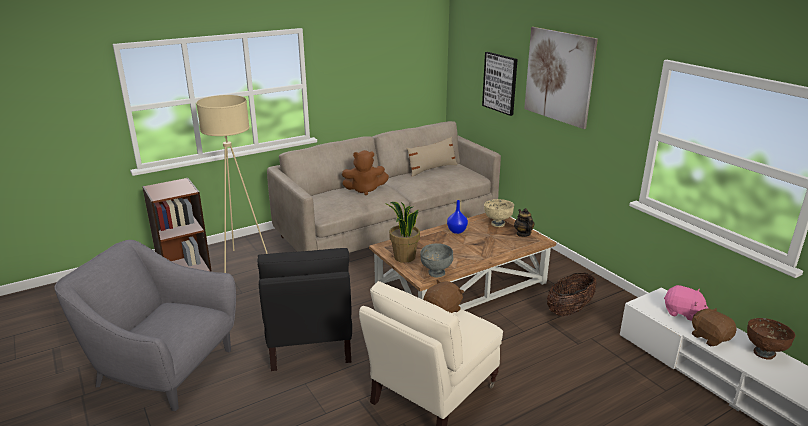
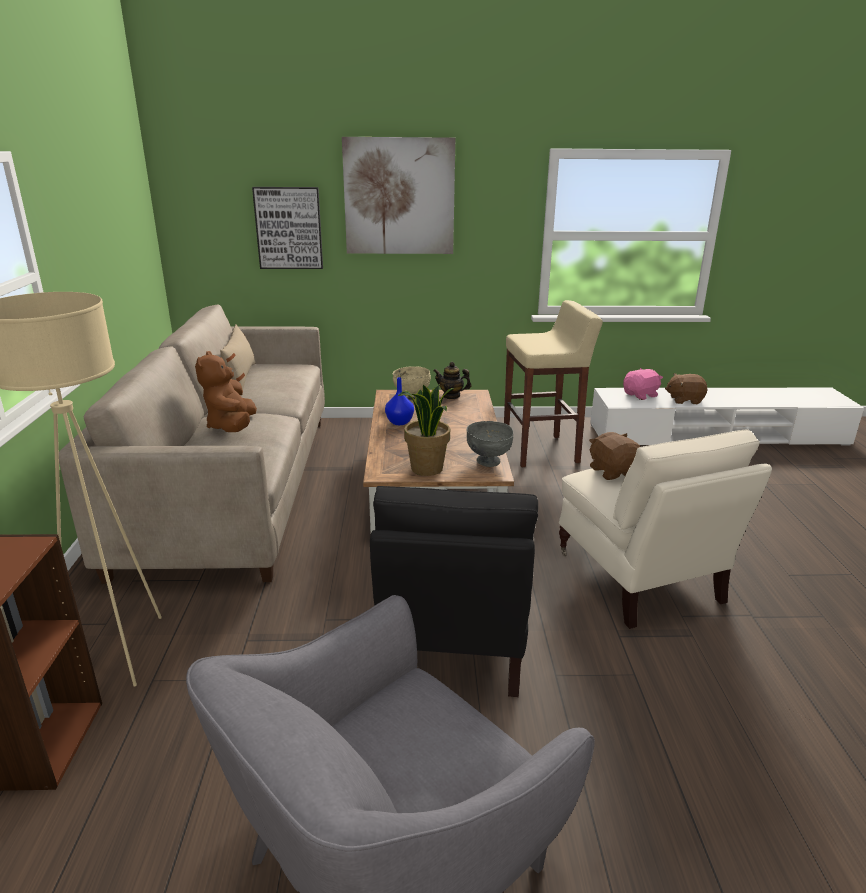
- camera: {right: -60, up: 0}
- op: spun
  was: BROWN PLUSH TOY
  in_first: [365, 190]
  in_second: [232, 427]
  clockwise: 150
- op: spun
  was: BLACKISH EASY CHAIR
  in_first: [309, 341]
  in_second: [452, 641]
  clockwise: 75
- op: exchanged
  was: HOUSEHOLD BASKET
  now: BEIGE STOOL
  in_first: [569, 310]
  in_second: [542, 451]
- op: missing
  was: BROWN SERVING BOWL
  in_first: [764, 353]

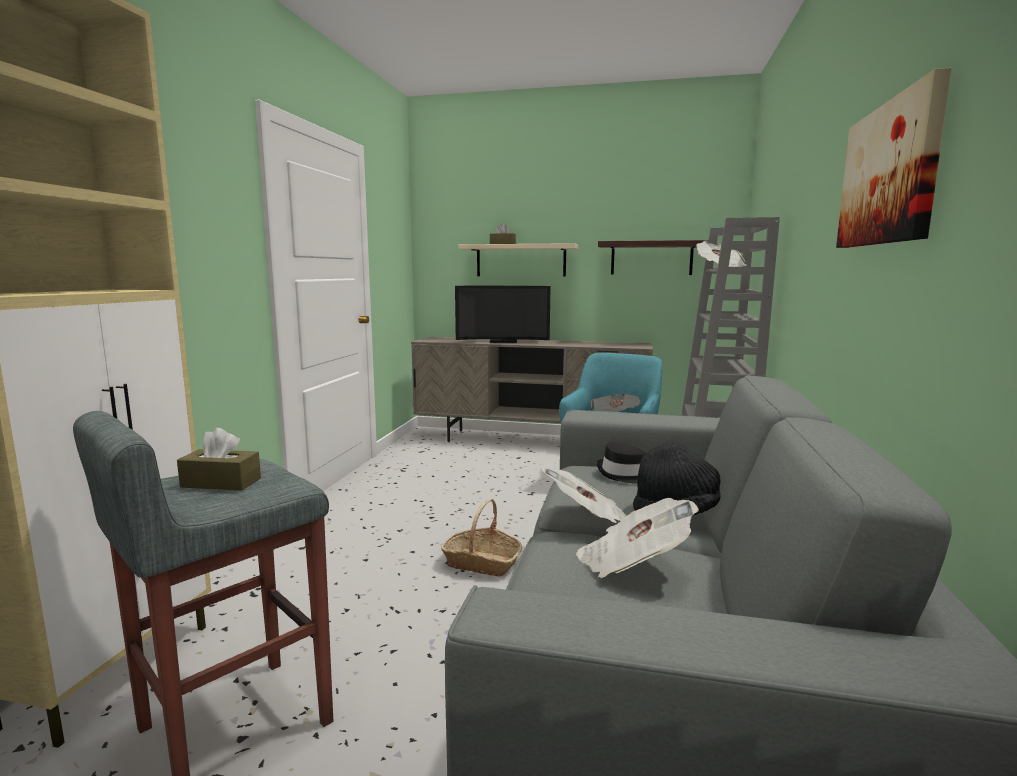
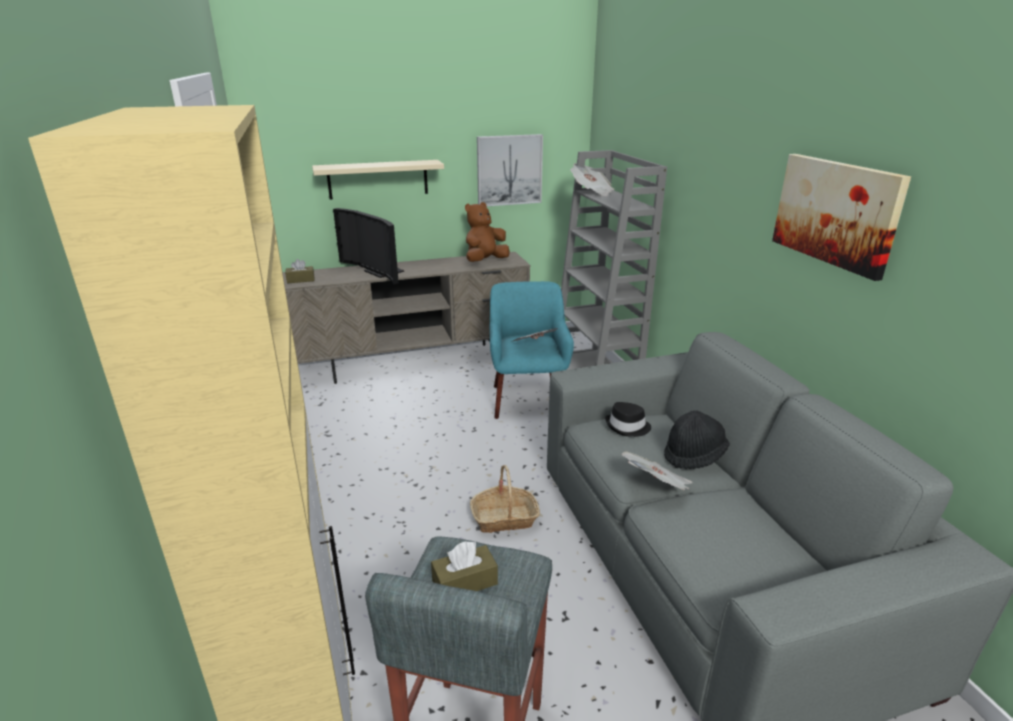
- camera: {right: -30, up: 15}
- op: relocated
  was: BROWN TISSUE HOLDER
  in_first: [502, 244]
  in_second: [300, 280]
- op: exchanged
  was: WALL SHELF
  now: WALL PICTURE
  in_first: [651, 258]
  in_second: [509, 170]
- op: spun
  was: TV
  in_first: [502, 341]
  in_second: [379, 272]
  clockwise: 75
- op: missing
  was: DAILY PAPER
  in_first: [632, 564]
- op: appeared
  now: BROWN PLUSH TOY
  in_second: [485, 261]

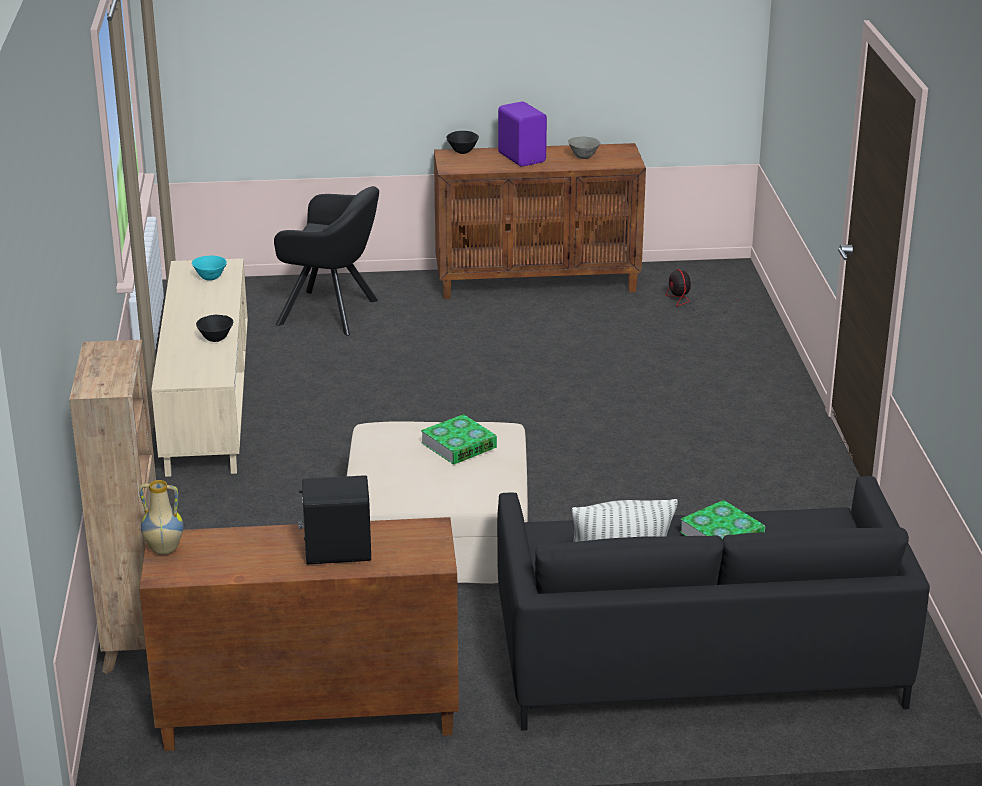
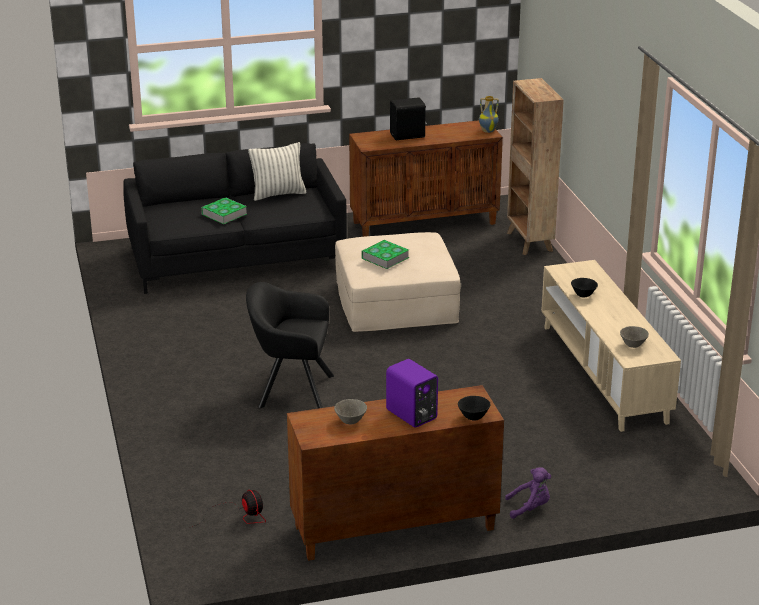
- camera: {right: 170, up: 0}
- op: relocated
  was: BLACKISH EASY CHAIR
  in_first: [333, 313]
  in_second: [291, 390]
- op: colour
  was: BLUE-GREEN SERVING BOWL
  now: GRAY SERVING BOWL
  in_first: [210, 278]
  in_second: [633, 345]
- op: appeared
  now: PURPLE-COLOURED PLUSH TOY
  in_second: [530, 508]

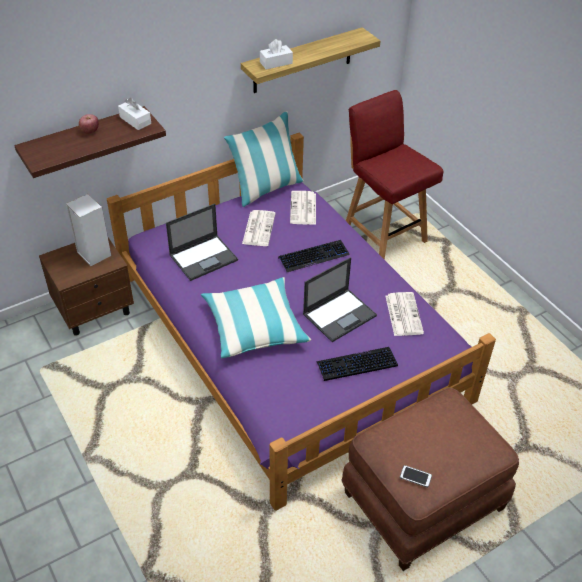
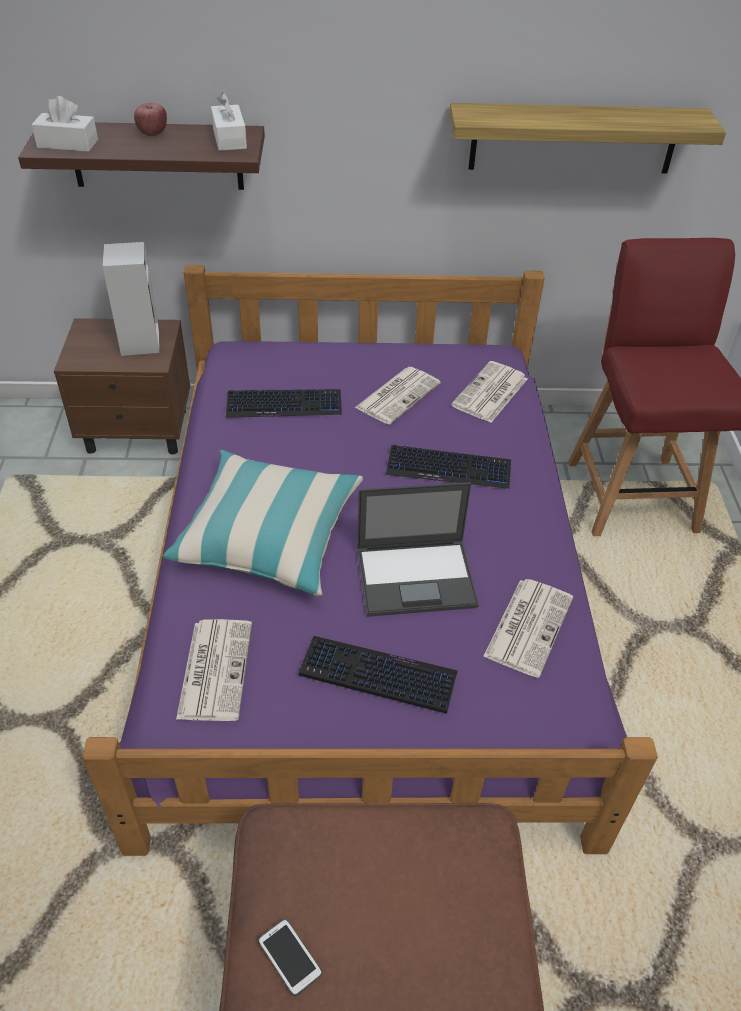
- camera: {right: 30, up: 0}
- op: relocated
  was: WHITE TISSUE HOLDER
  in_first: [276, 63]
  in_second: [67, 144]
- op: missing
  was: THROW PILLOW
  in_first: [266, 189]
- op: exchanged
  was: LAPTOP
  now: PC KEYBOARD
  in_first: [204, 257]
  in_second: [284, 405]
- op: appeared
  now: DAILY PAPER
  in_second: [215, 668]

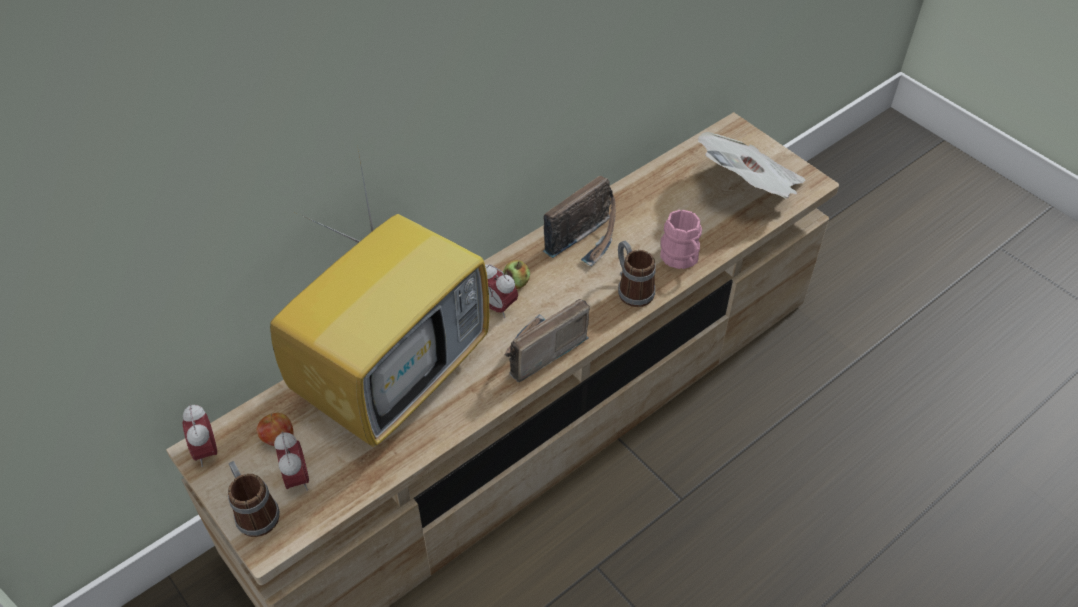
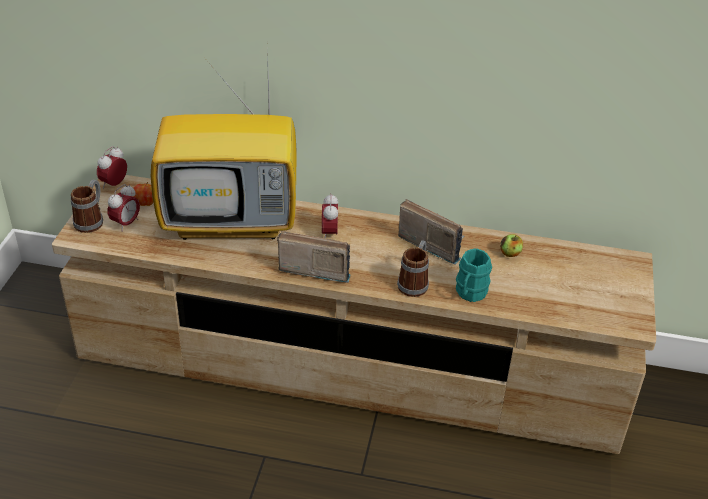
- camera: {right: 50, up: -10}
- op: missing
  was: DAILY PAPER
  in_first: [749, 187]
- op: spun
  was: RADIO SET
  in_first: [587, 240]
  in_second: [432, 243]
  clockwise: -150
- op: colour
  was: PINK MUG
  now: BLUE-GREEN MUG
  in_first: [681, 259]
  in_second: [469, 293]
- op: relocated
  was: WHOLE APPLE
  in_first: [516, 283]
  in_second: [510, 253]

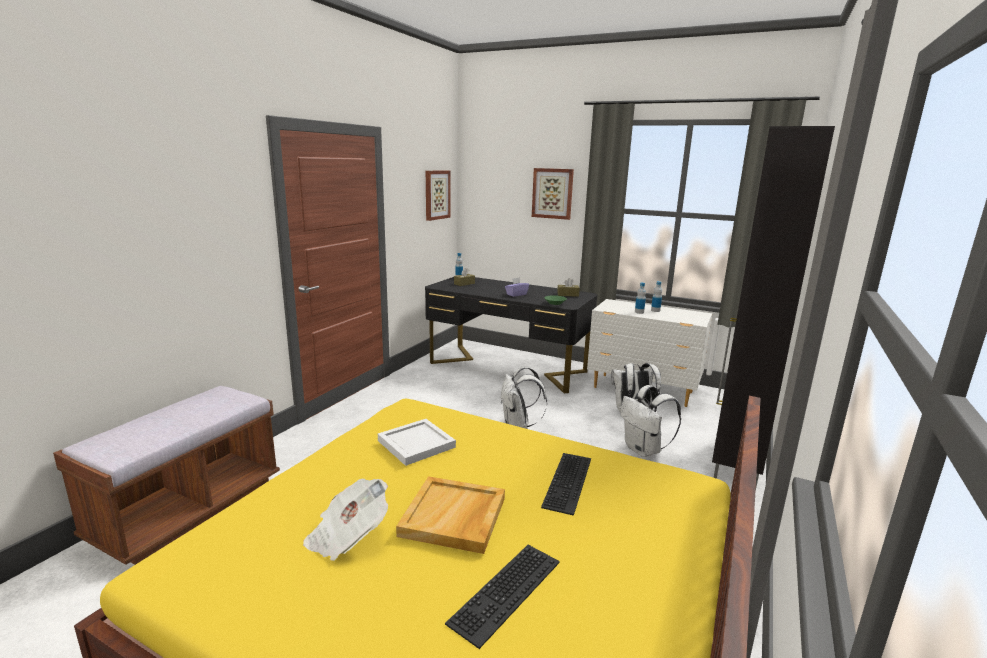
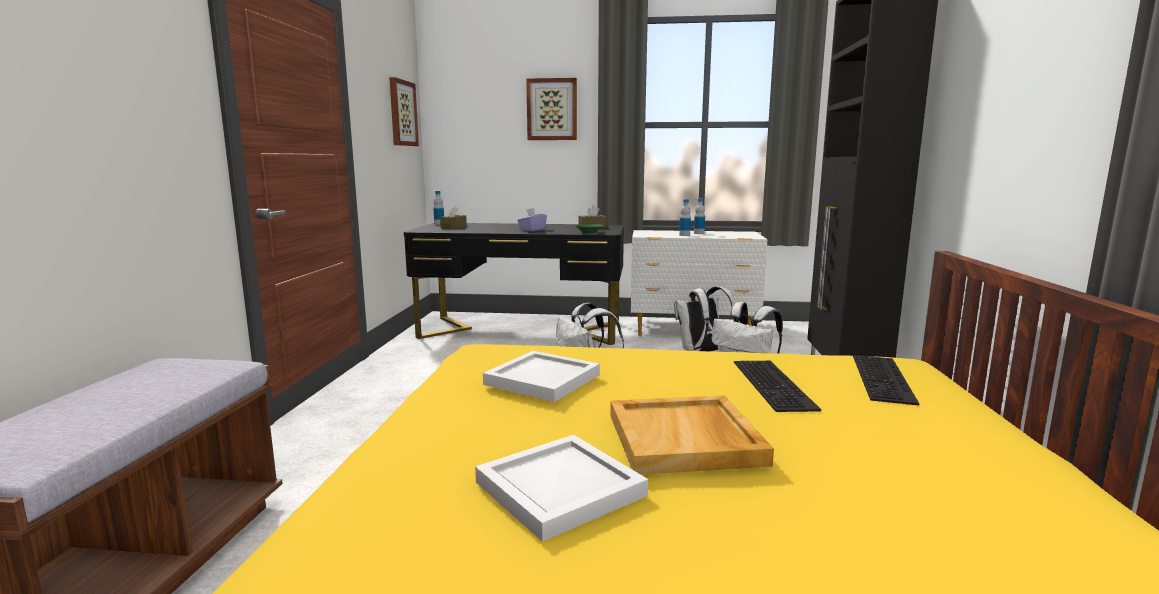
- camera: {right: -20, up: -5}
- op: exchanged
  was: DAILY PAPER
  now: WHITE SERVING TRAY
  in_first: [347, 536]
  in_second: [559, 490]
- op: relocated
  was: PC KEYBOARD
  in_first: [507, 593]
  in_second: [885, 379]

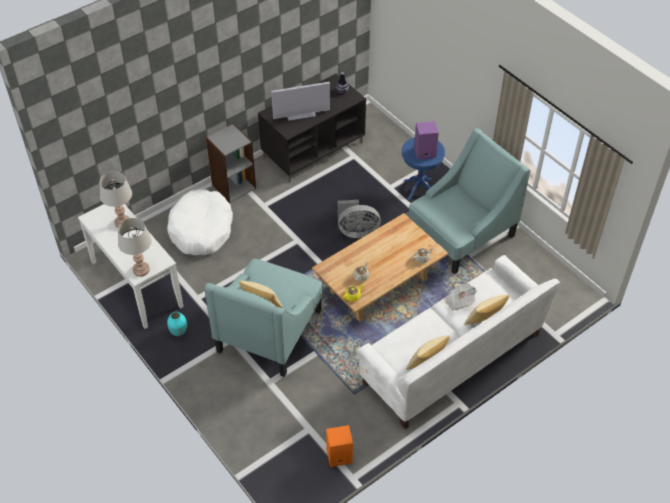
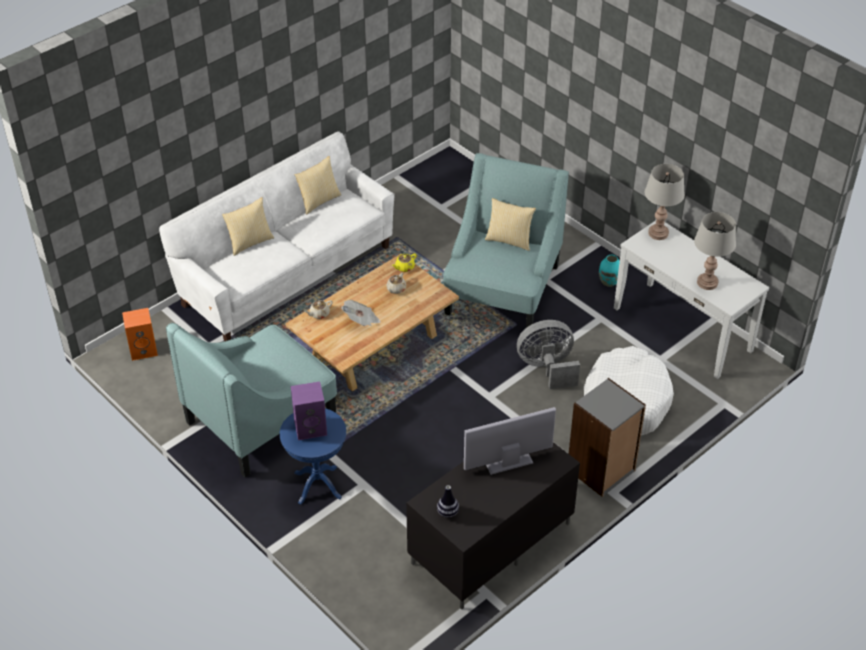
- camera: {right: 175, up: -5}
- op: relocated
  was: GRAY ELECTRIC FAN
  in_first: [356, 231]
  in_second: [547, 368]
- op: relocated
  was: DAILY PAPER
  in_first: [459, 302]
  in_second: [361, 320]
- op: relocated
  was: ORANGE-COLOURED AUDIO SPEAKER
  in_first: [338, 456]
  in_second: [144, 349]

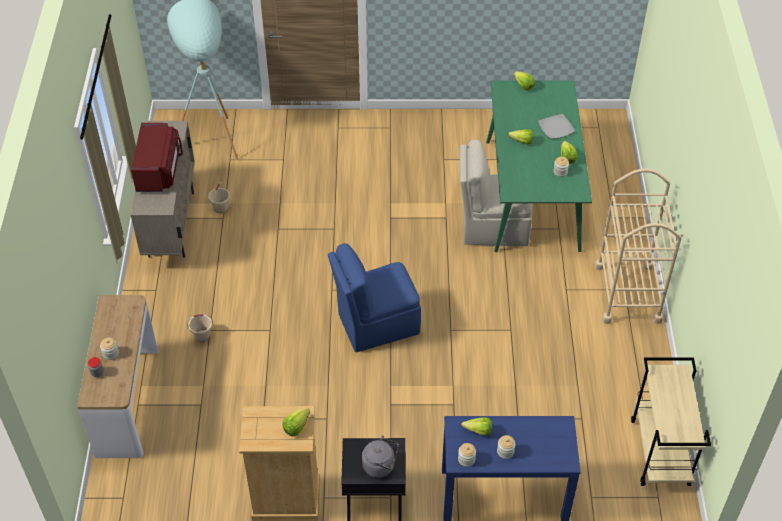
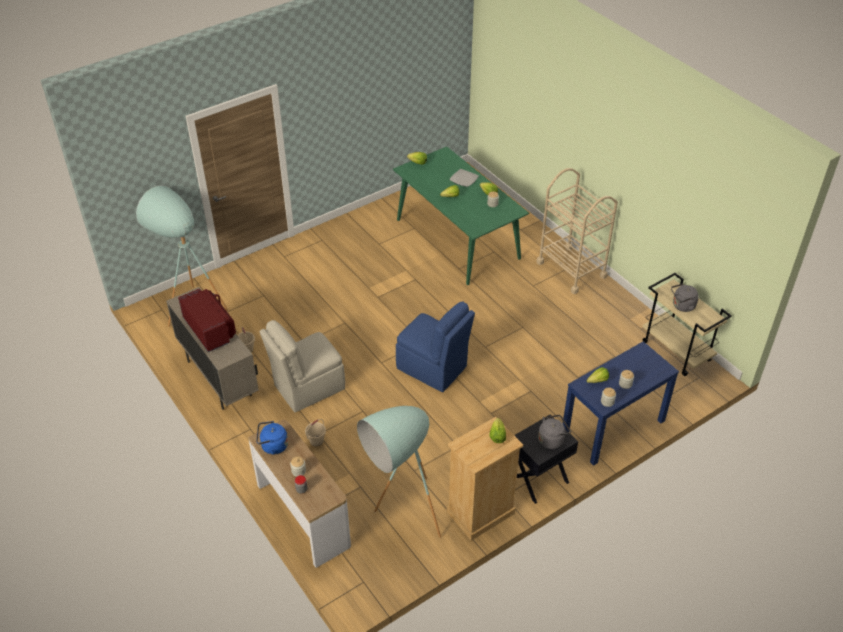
- camera: {right: -35, up: -5}
- op: relocated
  was: BEIGE UPRIGHT CHAIR
  in_first: [493, 227]
  in_second: [307, 387]
- op: spun
  was: BLUE-COLOURED UPRIGHT CHAIR
  in_first: [376, 324]
  in_second: [433, 368]
  clockwise: -90
- op: appeared
  now: GRAY WATER KETTLE
  in_second: [682, 306]
- op: appeared
  now: BLUE-GREEN FLOOR LAMP
  in_second: [401, 515]
- op: appeared
  now: BLUE-COLOURED WATER KETTLE
  in_second: [272, 446]

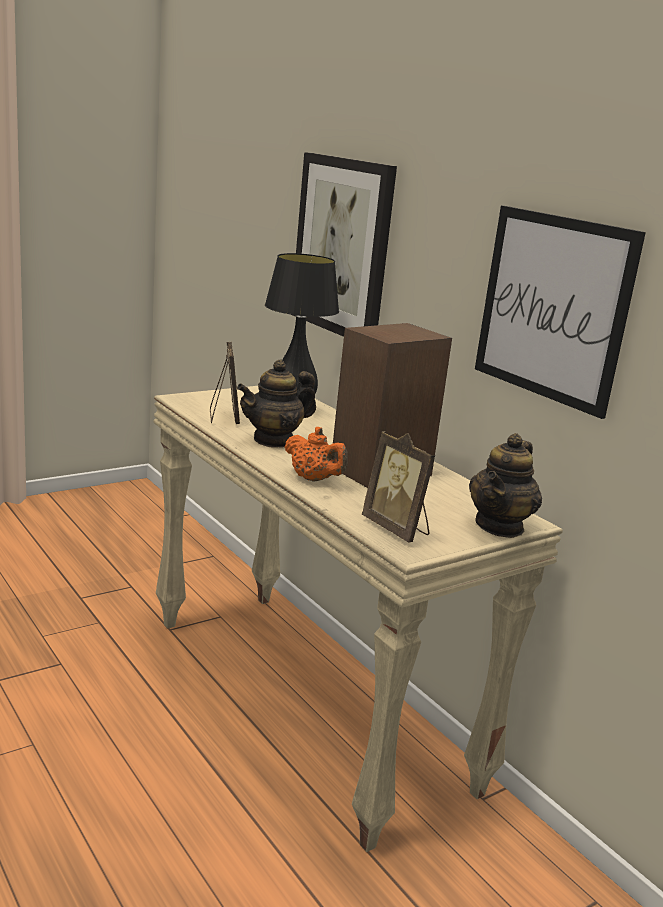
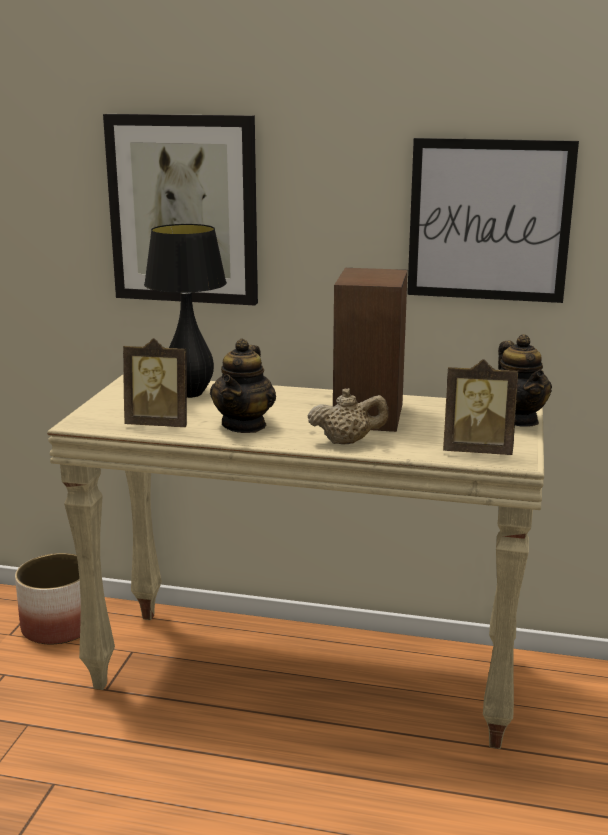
- camera: {right: -40, up: 0}
- op: spun
  was: PHOTO FRAME
  in_first: [224, 417]
  in_second: [159, 424]
  clockwise: 150
- op: colour
  was: ORANGE-COLOURED TEAPOT
  now: BEIGE TEAPOT
  in_first: [314, 479]
  in_second: [347, 442]
- op: appeared
  now: PLANT POT
  in_second: [59, 626]

